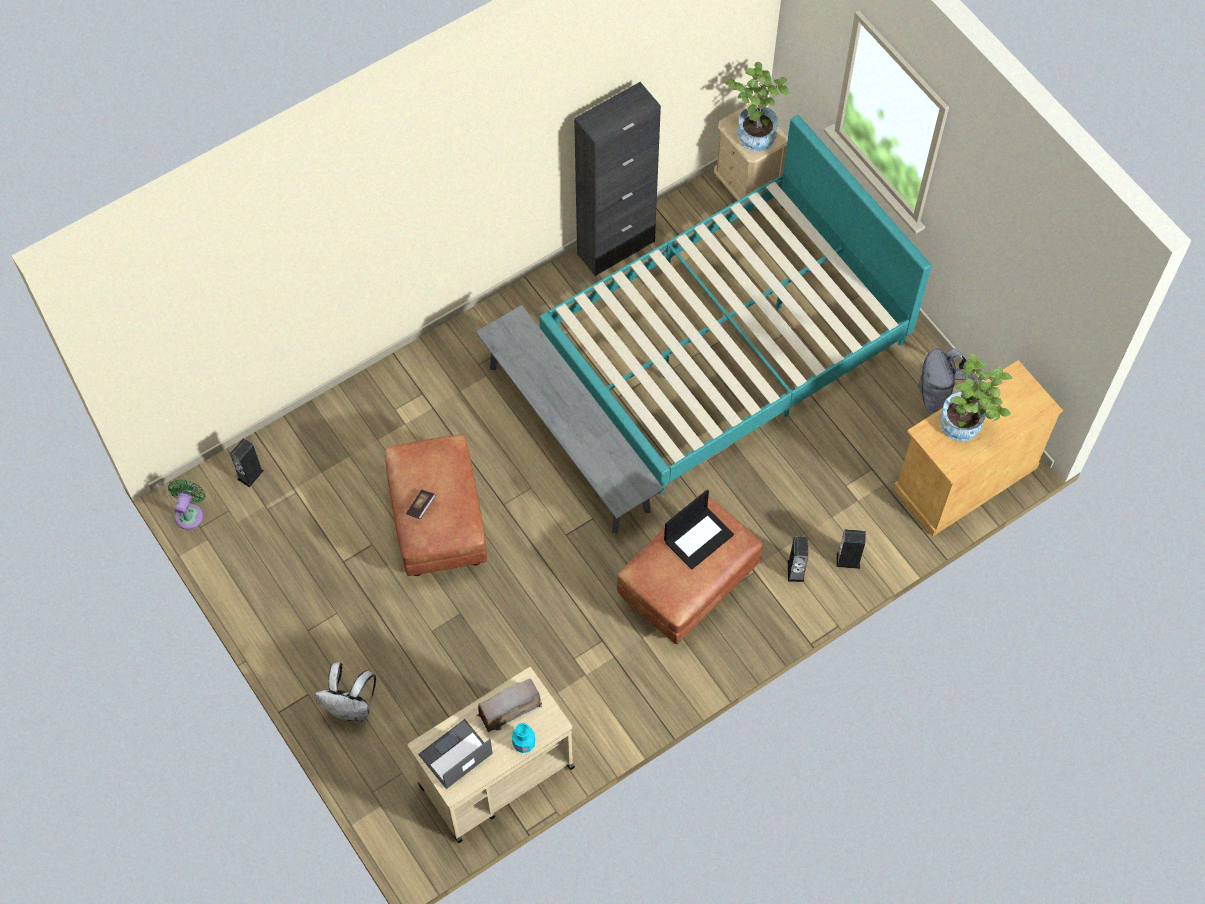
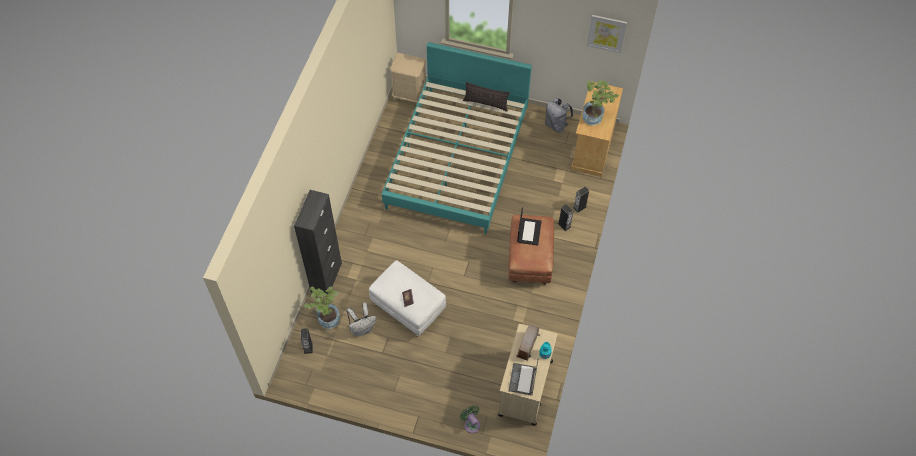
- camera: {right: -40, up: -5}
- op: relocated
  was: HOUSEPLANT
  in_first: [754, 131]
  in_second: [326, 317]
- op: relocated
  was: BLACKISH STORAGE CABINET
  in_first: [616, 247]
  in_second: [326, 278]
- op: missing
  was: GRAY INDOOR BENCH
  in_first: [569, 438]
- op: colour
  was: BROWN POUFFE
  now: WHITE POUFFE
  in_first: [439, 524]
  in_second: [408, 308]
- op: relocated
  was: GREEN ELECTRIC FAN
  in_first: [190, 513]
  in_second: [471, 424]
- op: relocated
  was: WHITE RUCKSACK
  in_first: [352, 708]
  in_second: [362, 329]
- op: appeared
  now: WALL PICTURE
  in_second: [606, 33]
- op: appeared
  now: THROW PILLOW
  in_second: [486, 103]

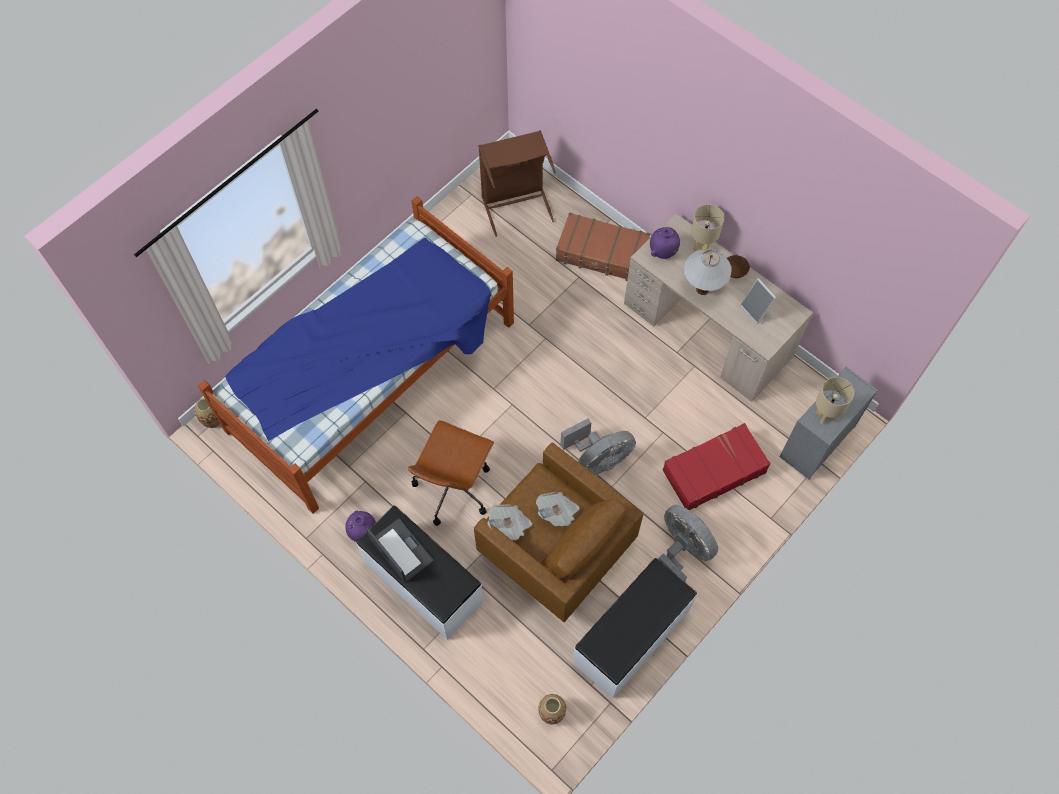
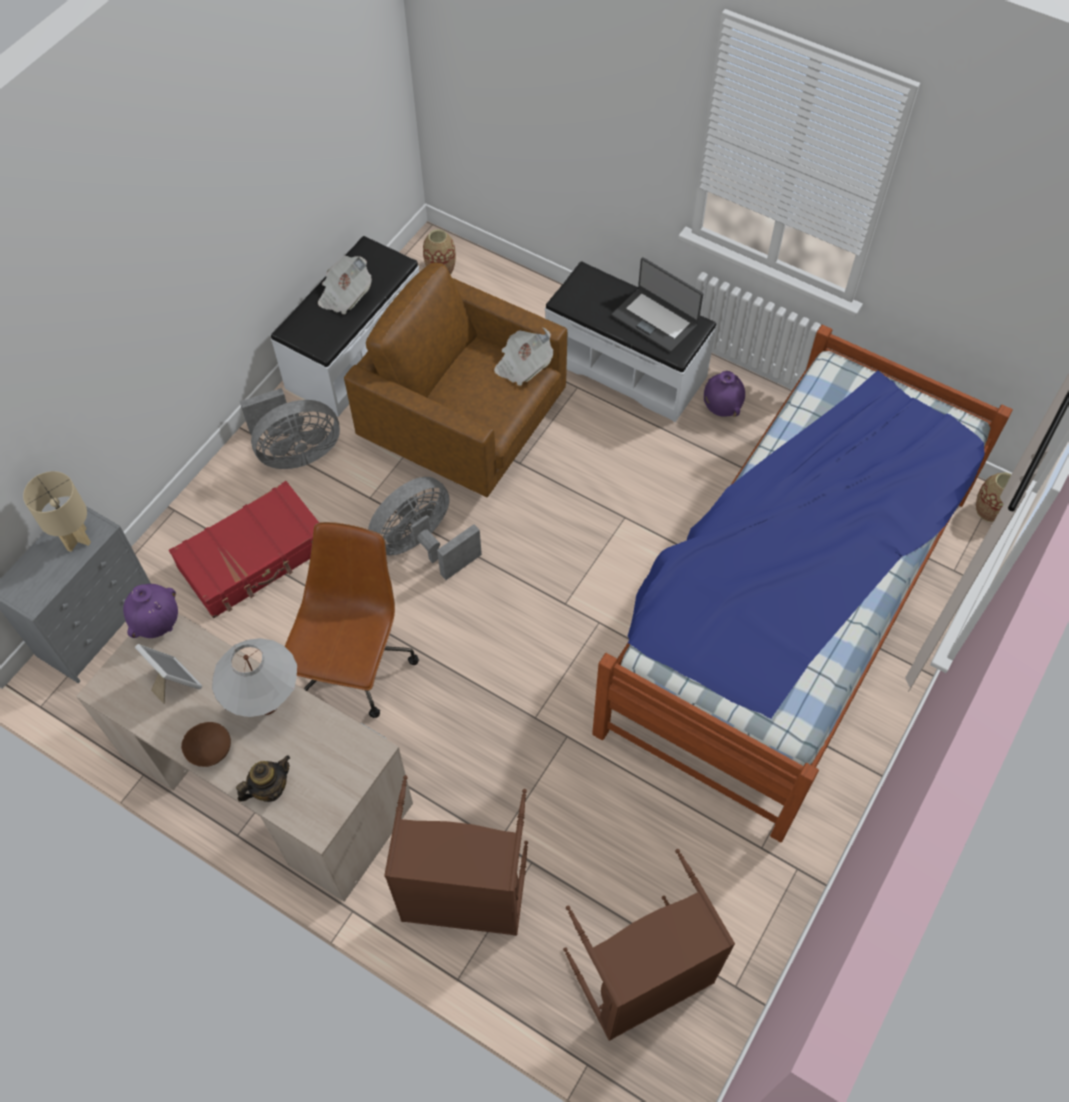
- camera: {right: 170, up: -5}
- op: exchanged
  was: BEIGE LAMP FOR A TABLE
  now: TEAPOT
  in_first: [702, 247]
  in_second: [269, 788]
- op: exchanged
  was: BROWN PIECE OF LUGGAGE
  now: BROWN LAUNDRY BASKET
  in_first: [602, 254]
  in_second: [463, 897]
- op: relocated
  was: PURPLE-COLOURED VASE
  in_first: [663, 252]
  in_second: [158, 623]
- op: relocated
  was: BROWN OFFICE CHAIR
  in_first: [453, 487]
  in_second: [355, 667]
- op: relocated
  was: DAILY PAPER
  in_first: [557, 512]
  in_second: [345, 295]
- op: spun
  was: GRAY ELECTRIC FAN
  in_first: [682, 550]
  in_second: [296, 452]
  clockwise: -60

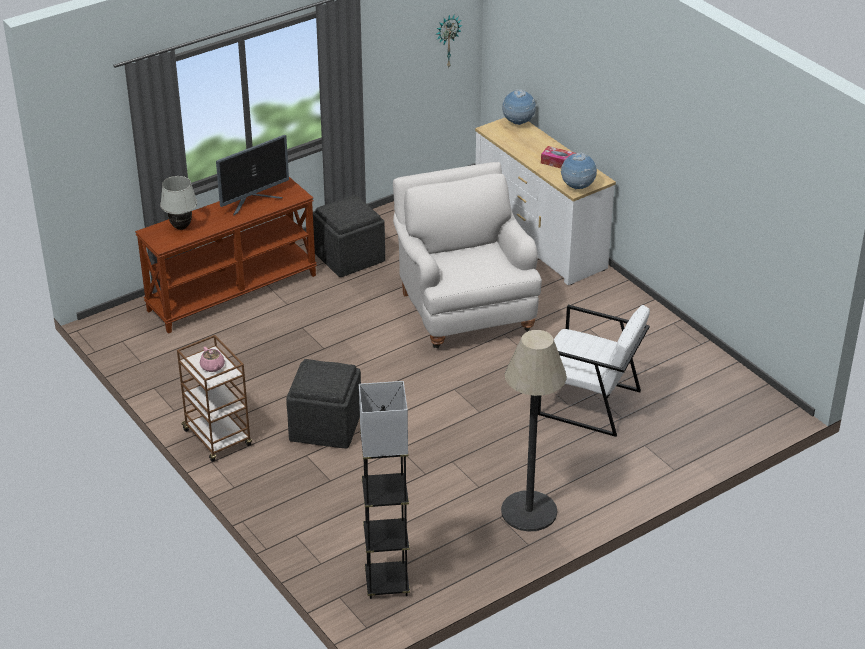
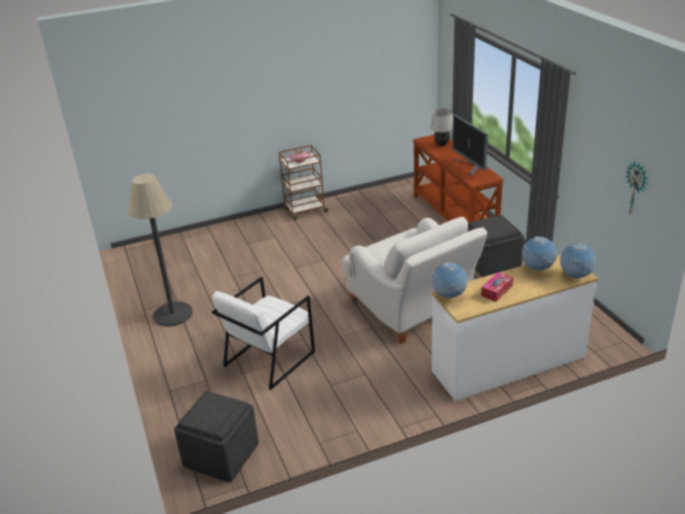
- camera: {right: 105, up: -5}
- op: spun
  was: WHITE EASY CHAIR
  in_first: [464, 308]
  in_second: [412, 311]
  clockwise: 60
- op: relocated
  was: GRAY POUFFE
  in_first: [325, 426]
  in_second: [221, 454]
- op: missing
  was: BLACKISH FLOOR LAMP
  in_first: [387, 583]
- op: appeared
  now: GLOBE
  in_second: [537, 269]

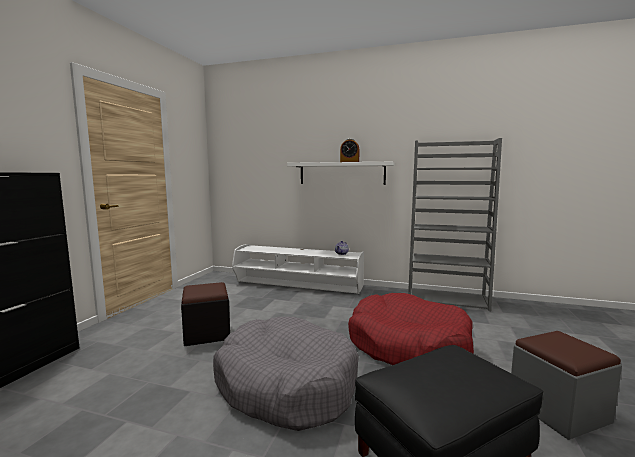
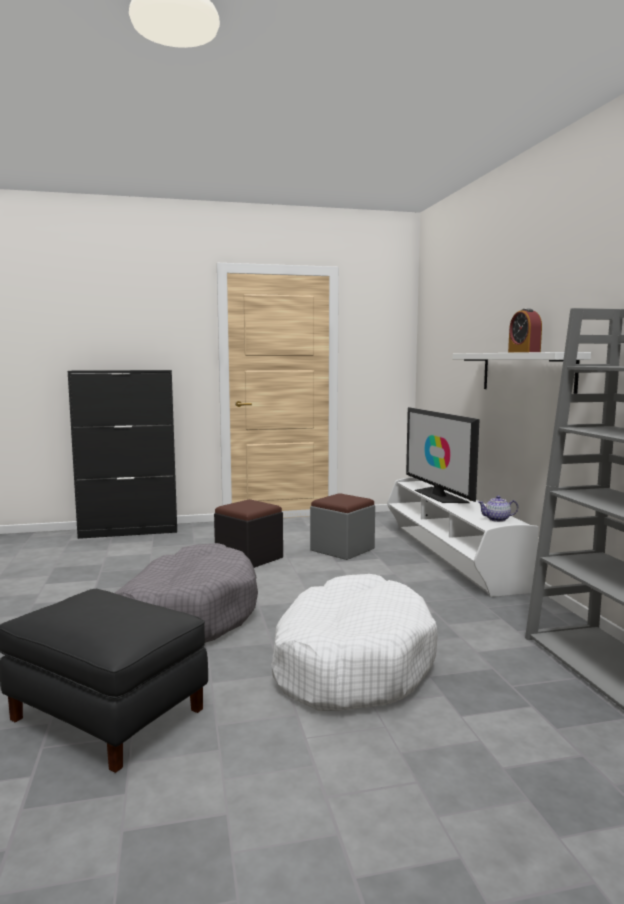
- camera: {right: 60, up: 0}
- op: colour
  was: RED DOG BED
  now: WHITE DOG BED
  in_first: [408, 345]
  in_second: [350, 662]
- op: relocated
  was: GRAY POUFFE
  in_first: [558, 410]
  in_second: [342, 549]
- op: appeared
  now: TV
  in_second: [439, 495]

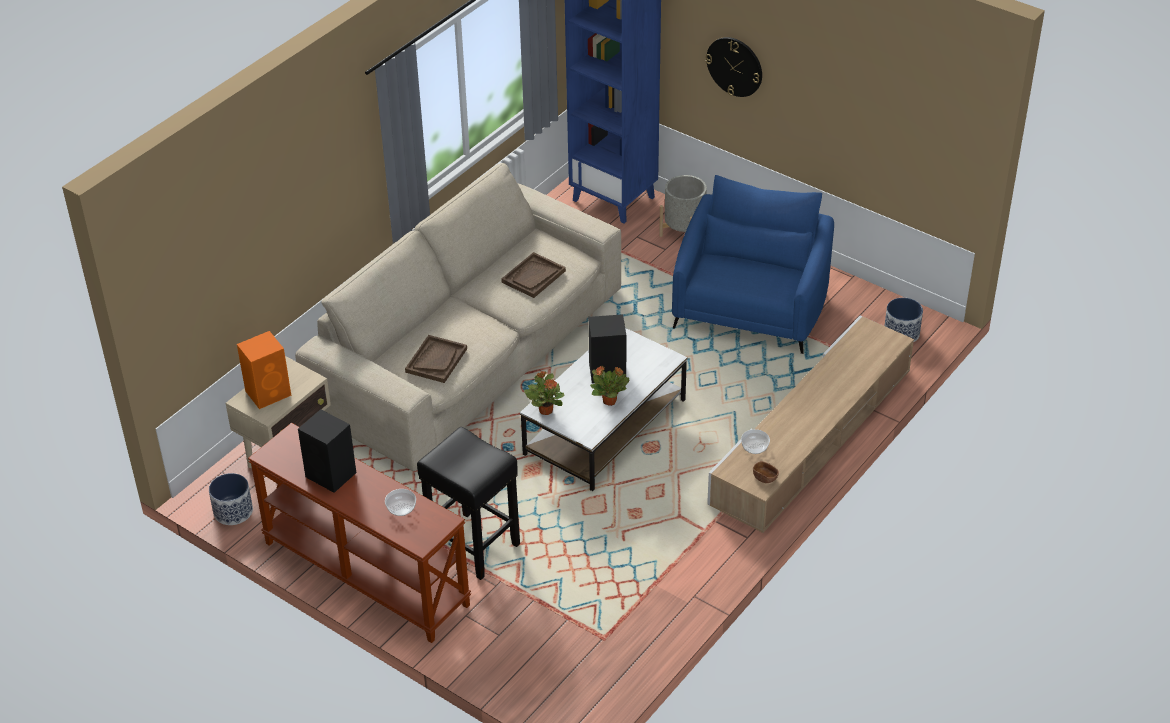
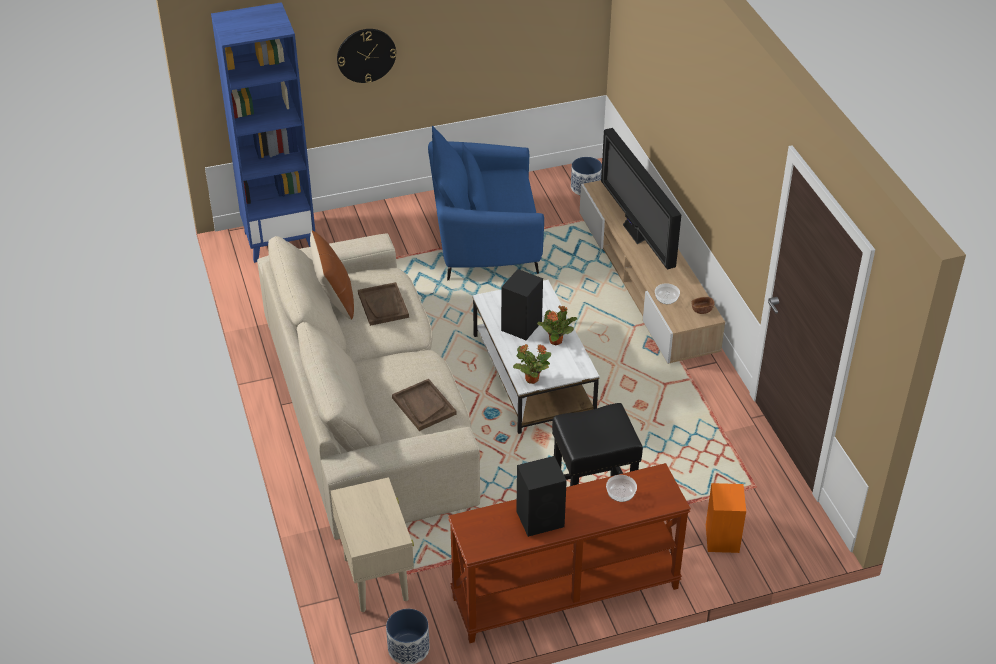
- camera: {right: -55, up: 0}
- op: missing
  was: GRAY PLANT POT
  in_first: [684, 232]
- op: spun
  was: BLUE-COLOURED EASY CHAIR
  in_first: [751, 308]
  in_second: [484, 239]
  clockwise: -60
- op: relocated
  was: ORANGE-COLOURED AUDIO SPEAKER
  in_first: [269, 392]
  in_second: [722, 537]
- op: appeared
  now: TV
  in_second: [635, 234]
- op: appeared
  now: BROWN THROW PILLOW
  in_second: [335, 299]

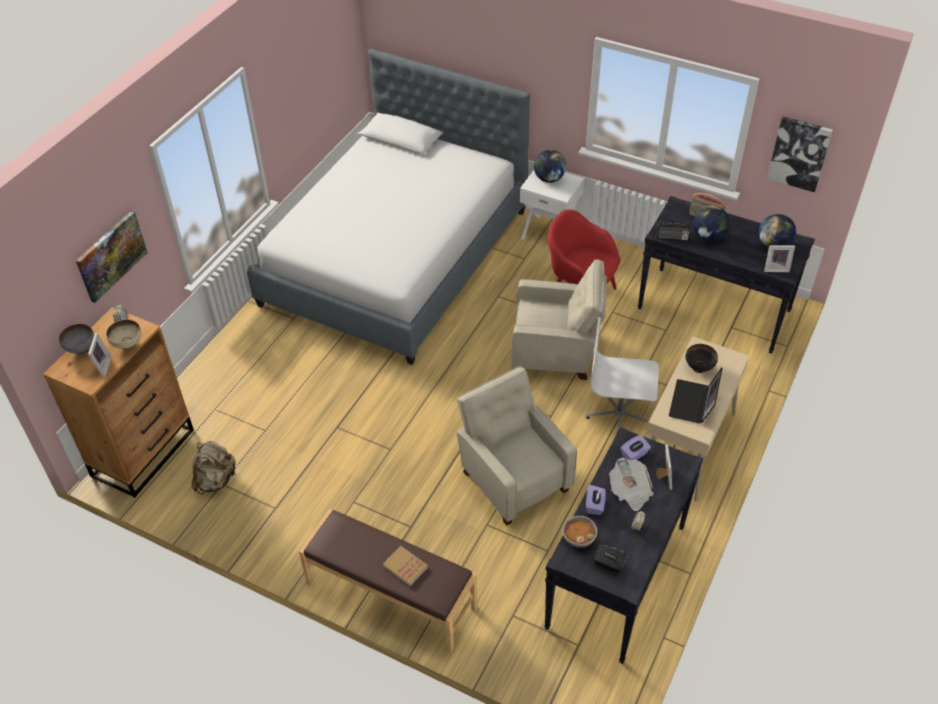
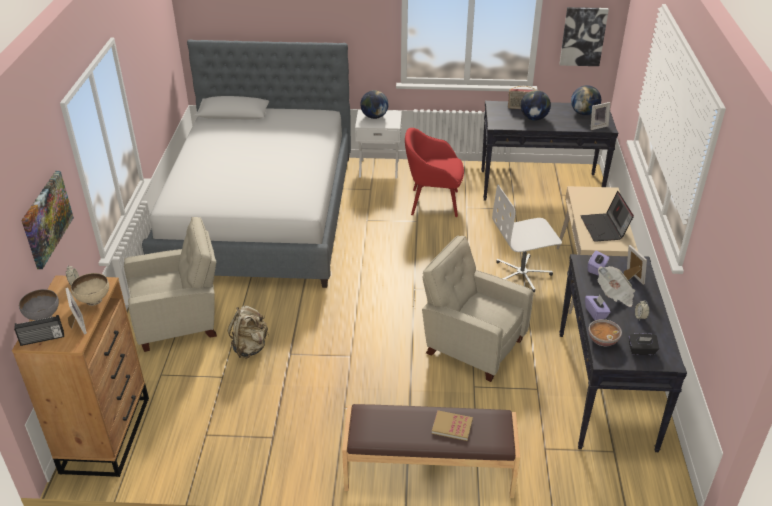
- camera: {right: -25, up: -10}
- op: relocated
  was: RADIO SET
  in_first: [672, 238]
  in_second: [42, 339]
- op: relocated
  was: BEIGE EASY CHAIR
  in_first: [556, 353]
  in_second: [180, 321]
- op: missing
  was: BLACKISH SERVING BOWL
  in_first: [699, 368]
- op: relocated
  was: BEIGE RUCKSACK
  in_first: [215, 480]
  in_second: [250, 347]

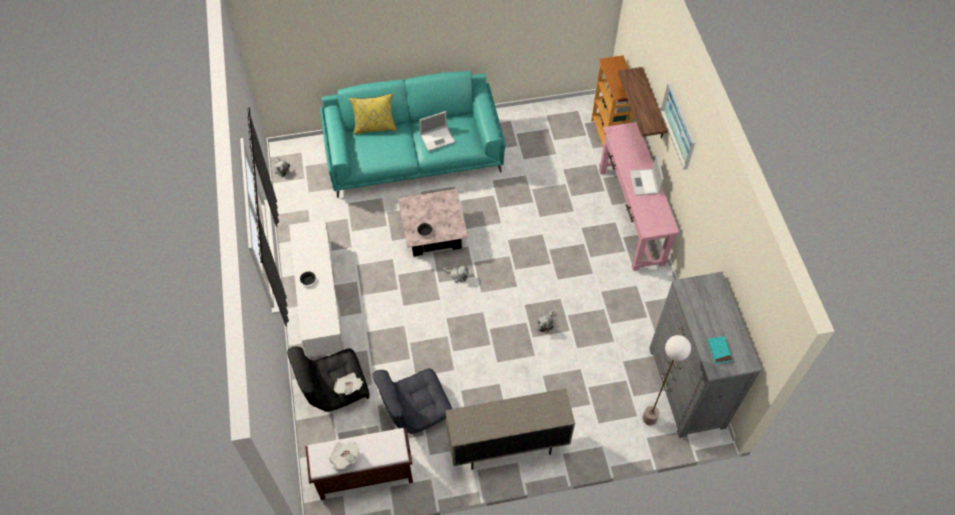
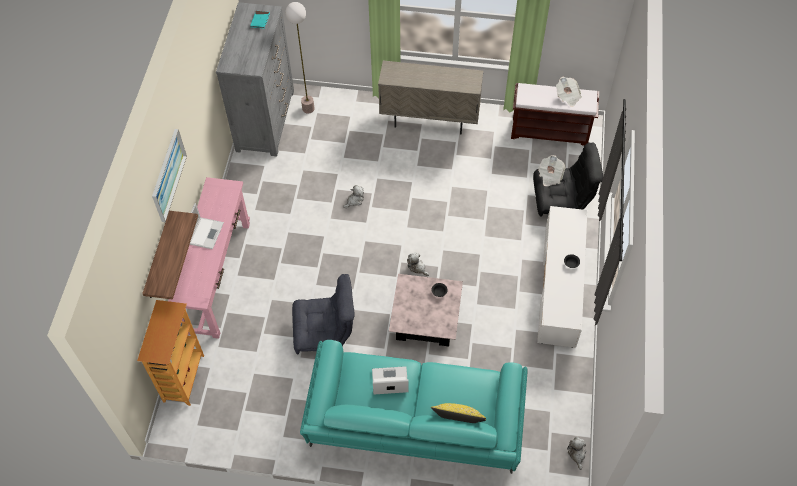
- camera: {right: -160, up: 0}
- op: relocated
  was: GRAY EASY CHAIR
  in_first: [415, 410]
  in_second: [325, 332]

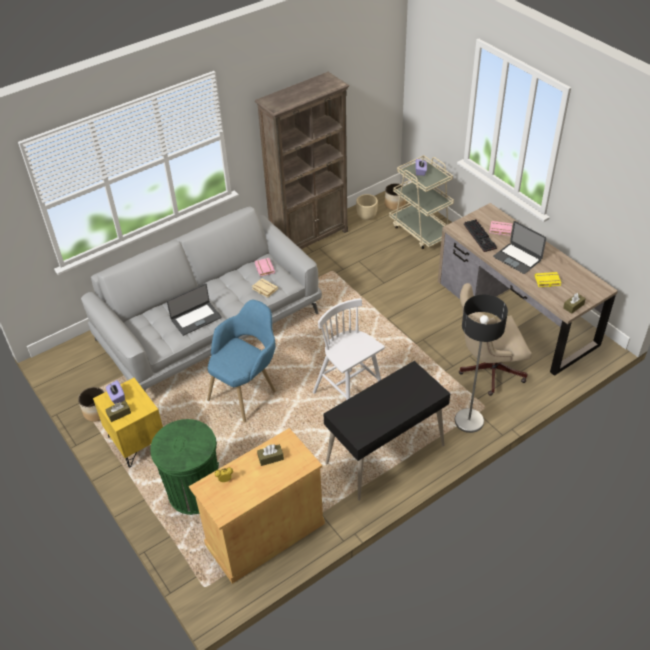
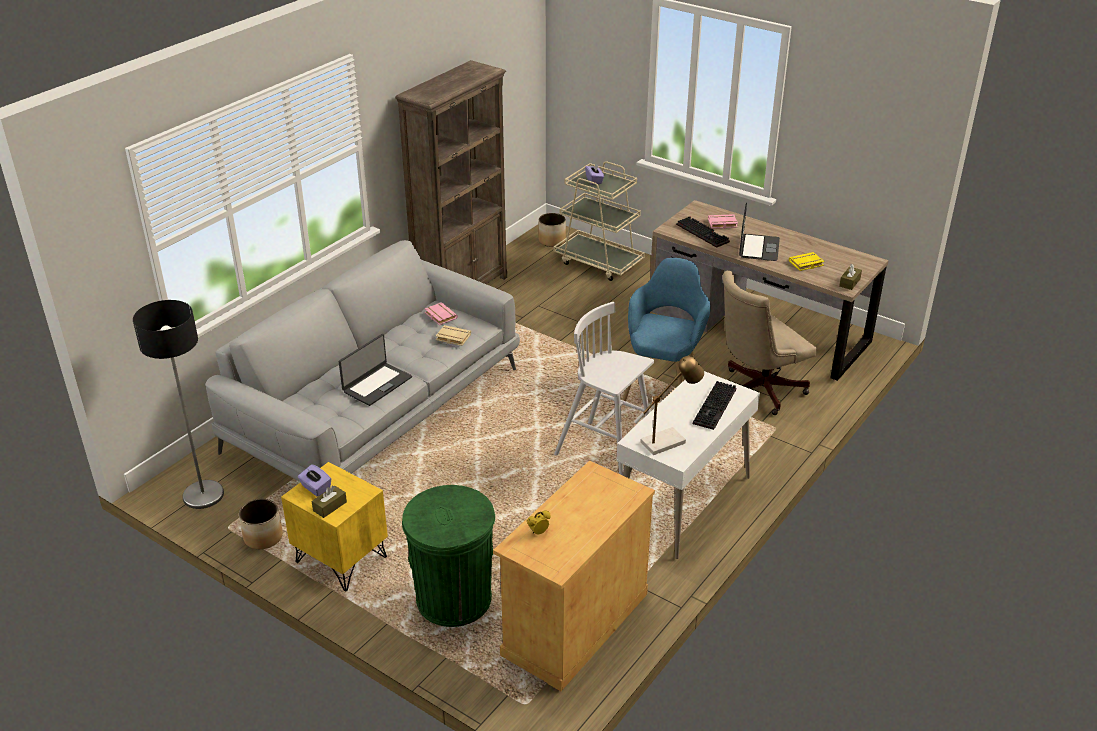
- camera: {right: -20, up: -10}
- op: missing
  was: BEIGE PLANT POT
  in_first: [367, 216]
- op: spun
  was: LAPTOP
  in_first: [517, 258]
  in_second: [758, 248]
  clockwise: -105
- op: relocated
  was: FLOOR LAMP
  in_first: [469, 421]
  in_second: [204, 495]
- op: relocated
  was: BLUE-COLOURED EASY CHAIR
  in_first: [247, 390]
  in_second: [663, 383]
- op: colour
  was: BLACKISH DESK TABLE
  now: WHITE DESK TABLE
  in_first: [385, 455]
  in_second: [683, 503]
- op: missing
  was: BROWN TISSUE HOLDER
  in_first: [270, 458]
- op: appeared
  now: LAMP FOR A TABLE
  in_second: [667, 440]
- op: appeared
  now: PC KEYBOARD
  in_second: [715, 407]

